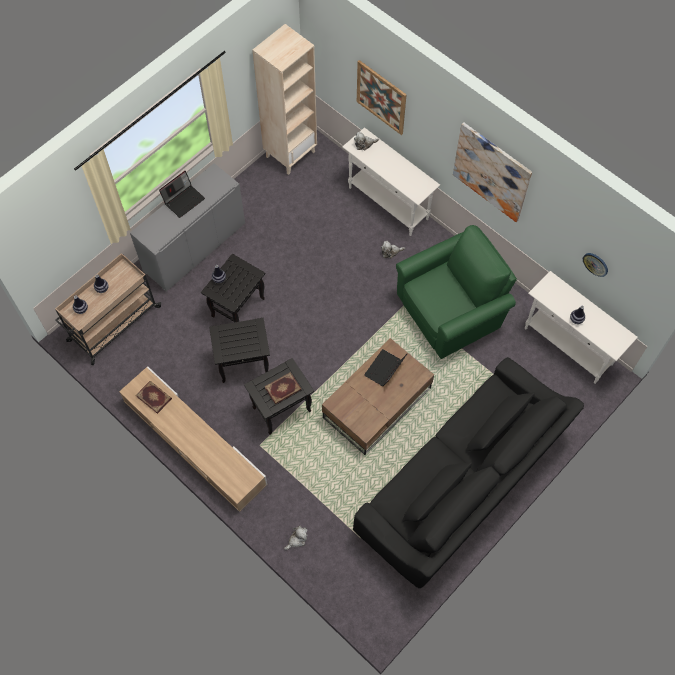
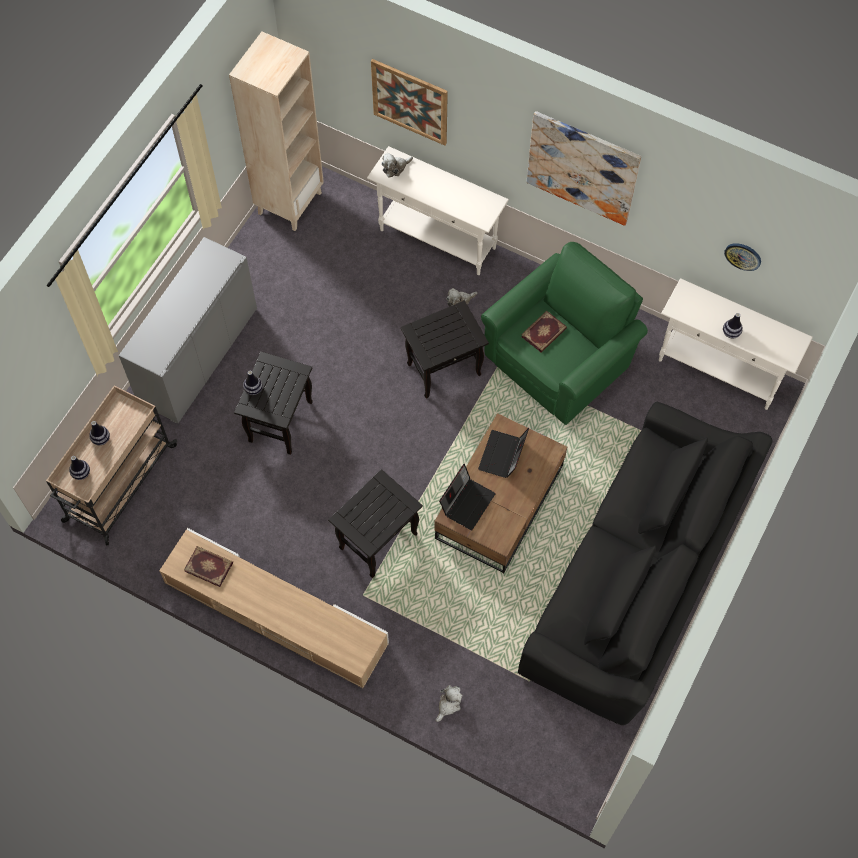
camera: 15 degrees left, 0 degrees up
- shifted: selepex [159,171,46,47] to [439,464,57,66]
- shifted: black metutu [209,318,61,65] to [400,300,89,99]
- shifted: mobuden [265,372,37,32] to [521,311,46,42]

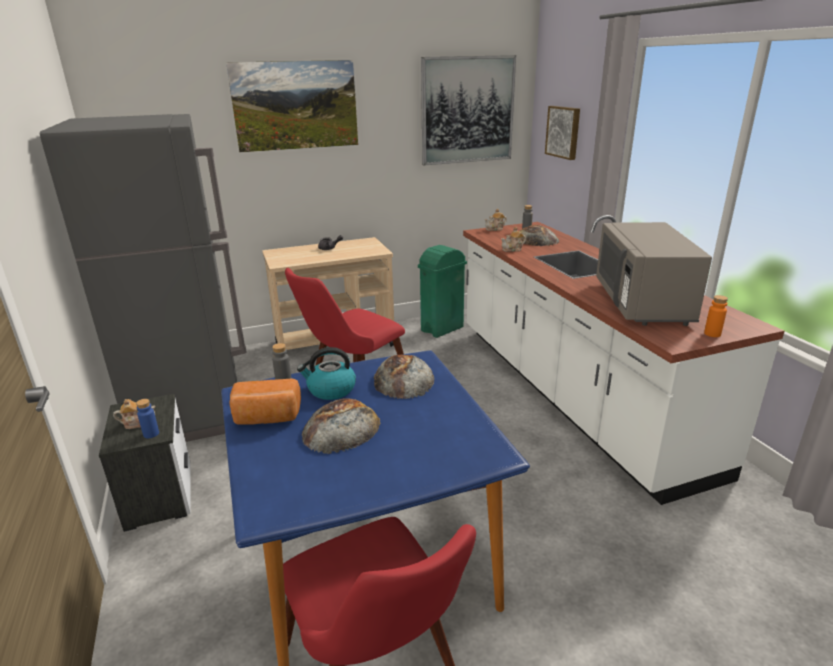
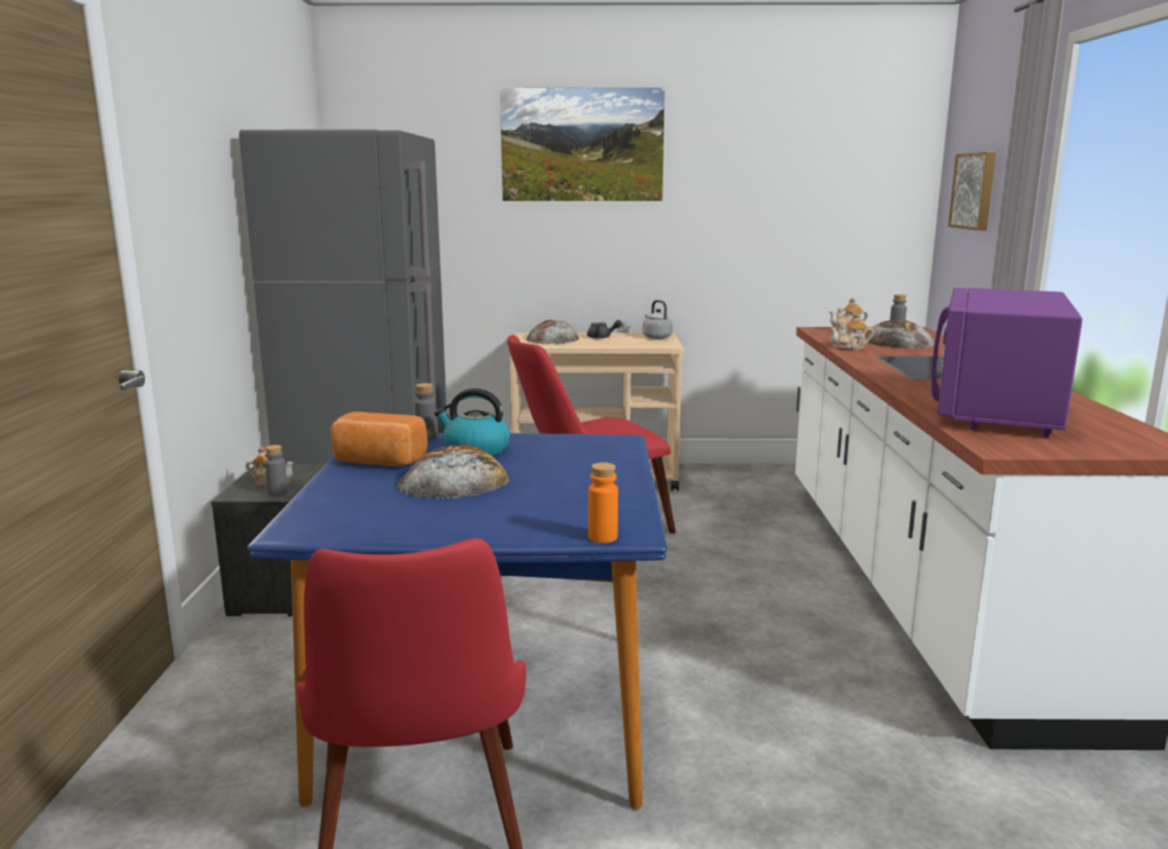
camera: 20 degrees right, 10 degrees down
- gone: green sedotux [418,245,49,93]
- gone: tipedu [421,55,95,110]
- new: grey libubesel [643,300,30,39]
- shifted: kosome [374,355,60,44] to [526,320,53,25]
- shifted: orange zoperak [704,295,24,42] to [588,462,30,81]
- repainted: blue zoperak [136,399,23,39] to grey zoperak [265,445,23,51]
- repainted: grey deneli [596,222,116,104] to purple deneli [931,288,151,149]

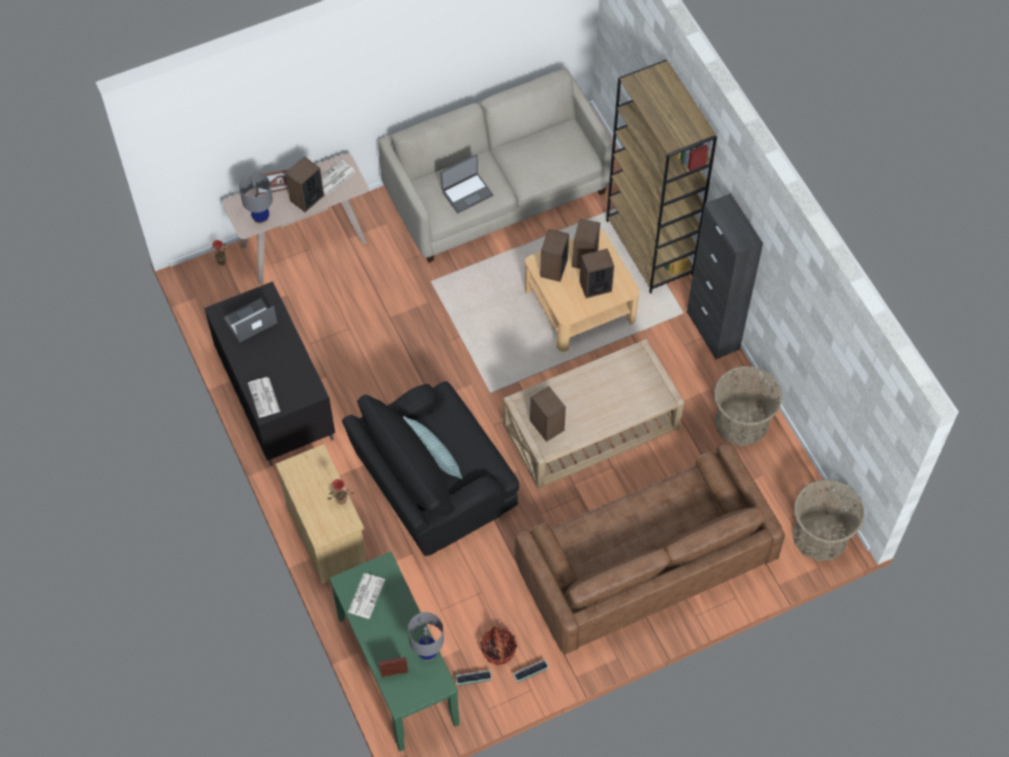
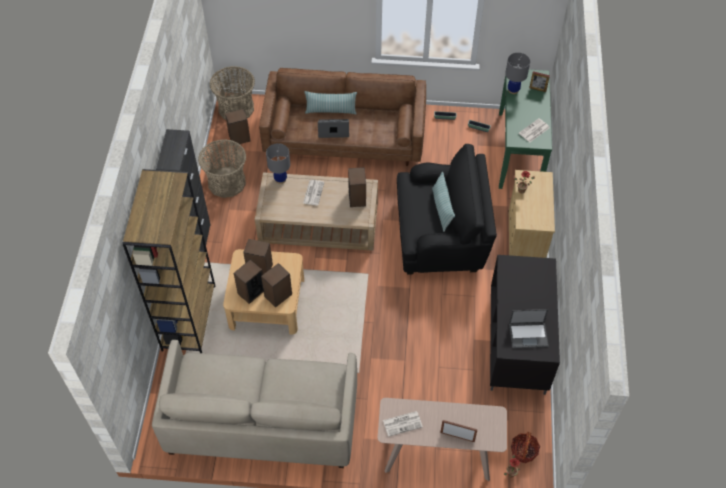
camera: 150 degrees left, 5 degrees down
- new: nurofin [304,91,53,23]
- shifted: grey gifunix [239,172,34,52] to [266,143,24,41]
- shifted: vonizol [248,377,32,41] to [303,180,21,26]
- shifted: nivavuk [285,157,39,55] to [225,109,26,37]
- shifted: selepex [441,154,52,59] to [318,119,31,19]
- shifted: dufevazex [480,626,37,39] to [511,432,29,31]

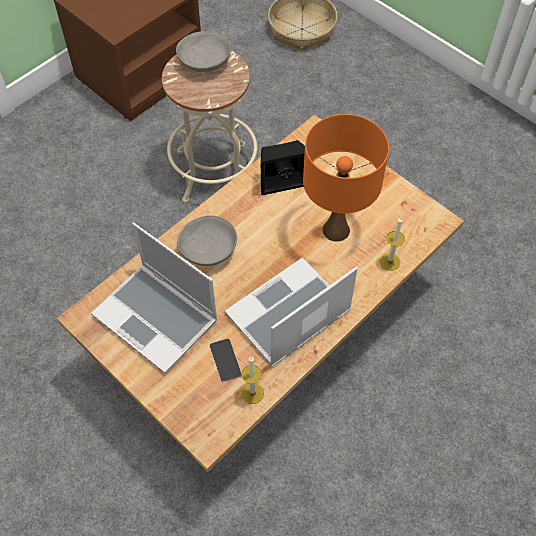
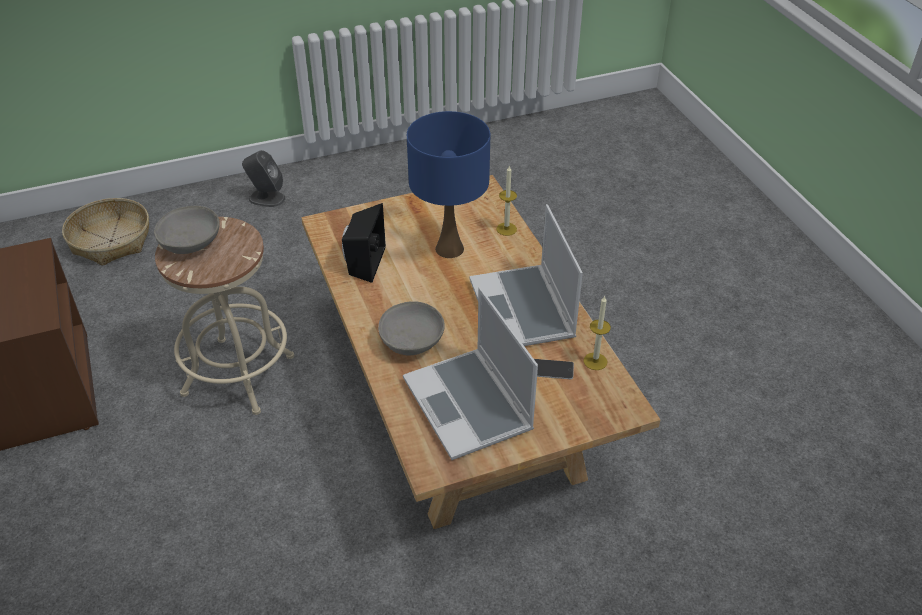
camera: 65 degrees left, 15 degrees down
- new: grey nivavuk [242,150,43,57]
- repainted: orange gifunix [303,114,86,128] to blue gifunix [407,111,83,147]
- rotated: selepex [91,223,127,151] = [403,287,135,173] 90 degrees clockwise

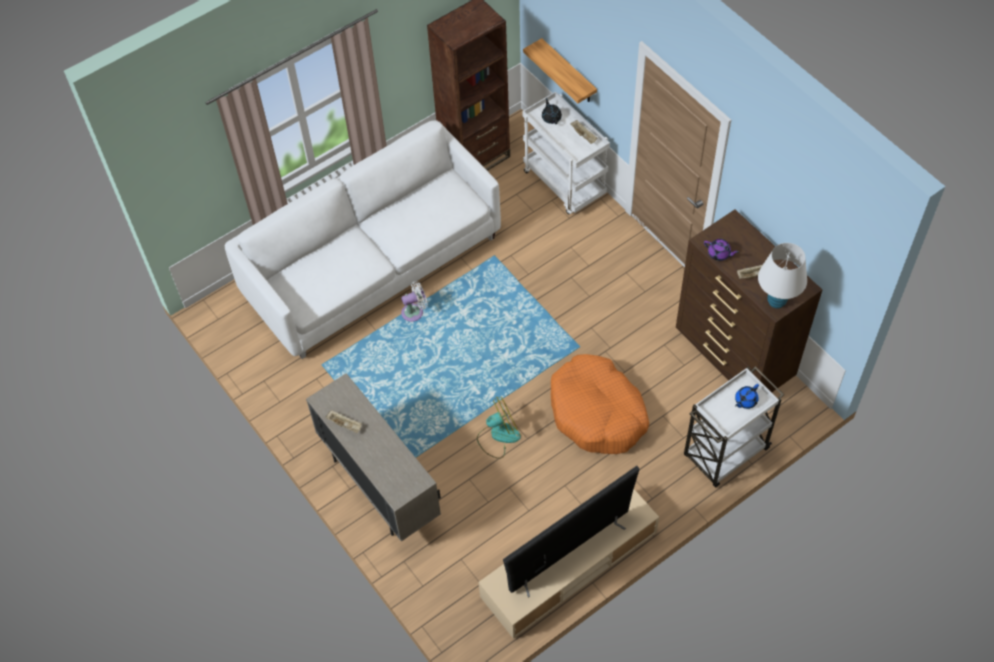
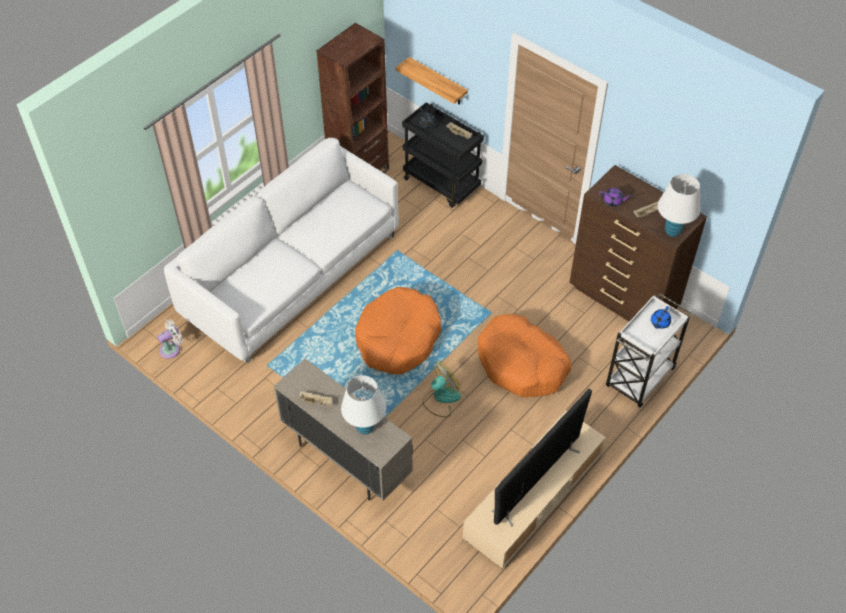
camera: 15 degrees left, 5 degrees down
- new: white gifunix [341,375,45,60]
- new: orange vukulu [355,287,87,88]
- shifted: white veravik [401,281,27,41] to [157,320,26,39]
- repainted: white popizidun [522,91,88,124] to black popizidun [402,103,82,105]

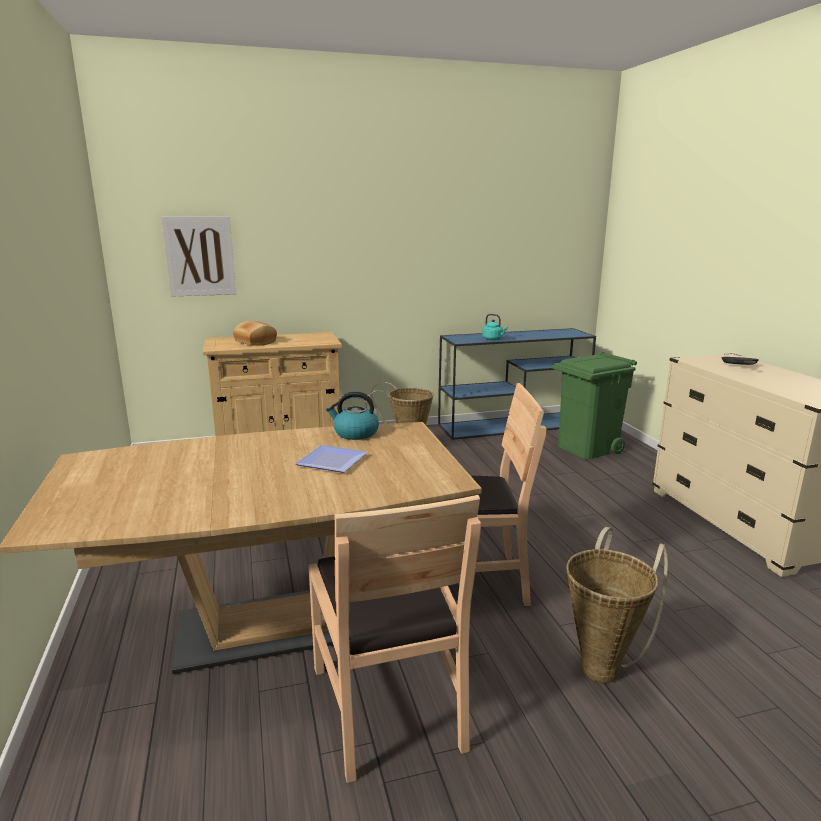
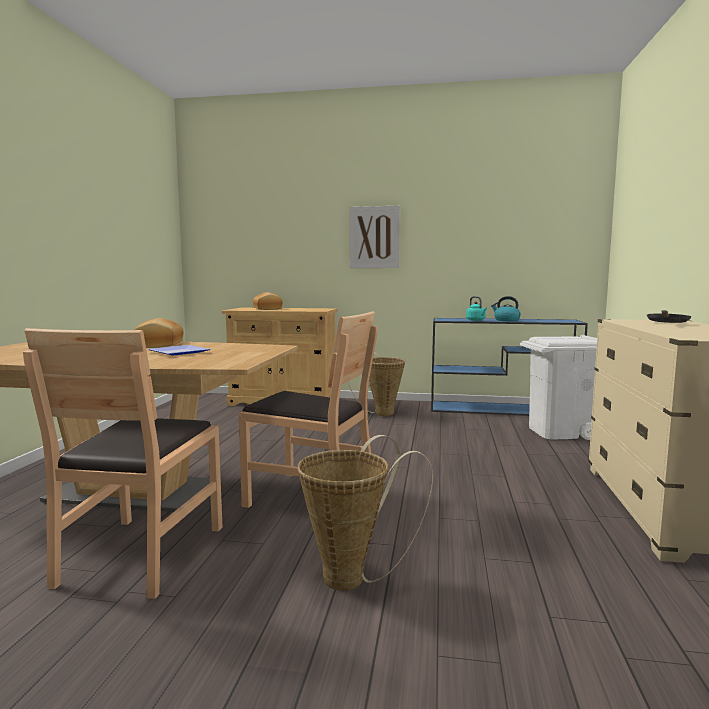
camera: 25 degrees right, 10 degrees down
- new: kosome [134,318,49,30]
- shifted: tipedu [161,216,75,81] to [350,206,50,62]
- shifted: libubesel [326,392,53,48] to [491,296,30,25]
- repainted: green sedotux [552,352,85,107] to white sedotux [520,335,77,105]

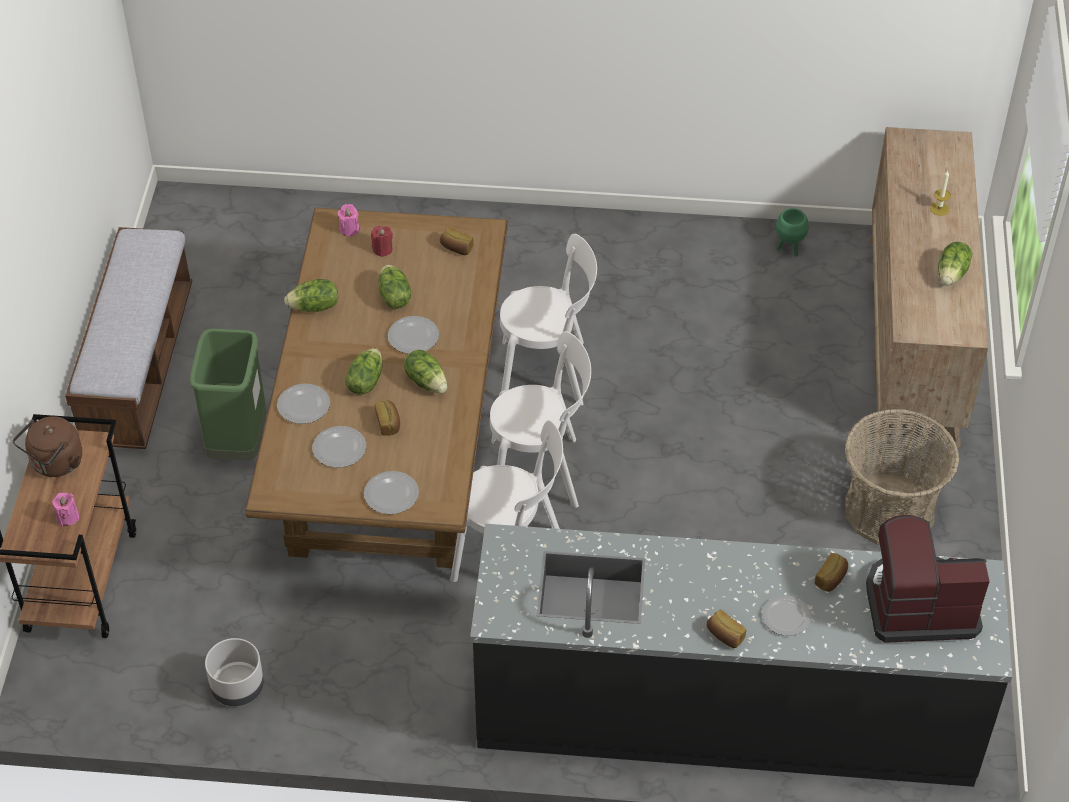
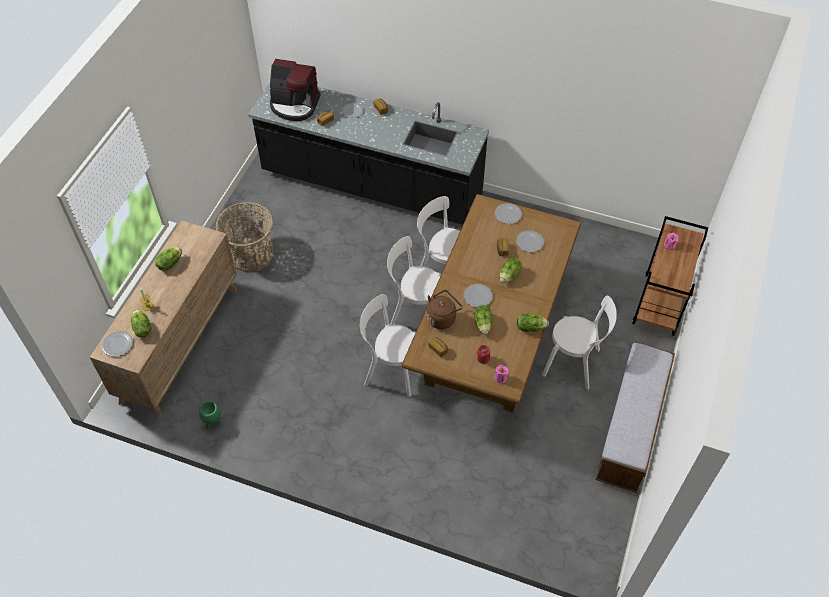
camera: 165 degrees left, 5 degrees up
- gone: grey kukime [205,638,59,68]
- shifted: brown libubesel [13,416,69,61] to [427,290,35,39]
- shifted: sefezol [277,384,53,40] to [102,331,31,25]
- shifted: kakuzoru [404,350,43,43] to [131,310,20,28]
- swapped: green sedotux [190,328,76,133] to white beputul [542,296,75,94]

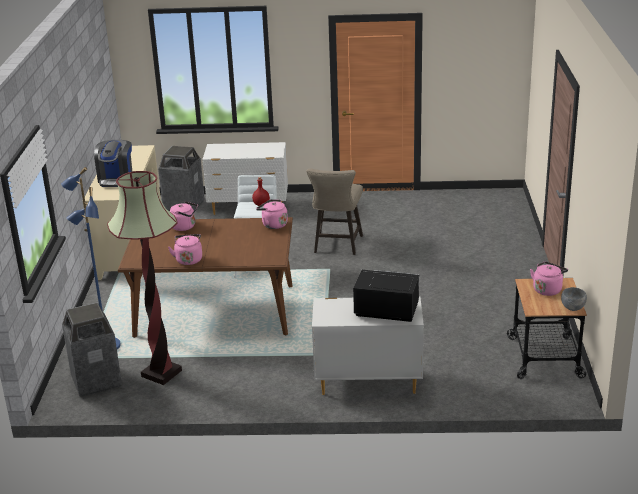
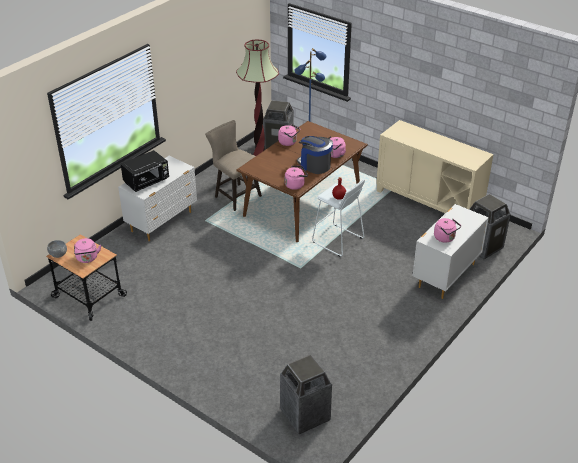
camera: 125 degrees right, 10 degrees up
- new: sedotux [280,355,52,79]
- new: pink libubesel [434,218,27,25]
- shifted: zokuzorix [94,140,39,47] to [297,136,36,38]
- shifted: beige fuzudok [306,168,57,87] to [205,120,57,91]

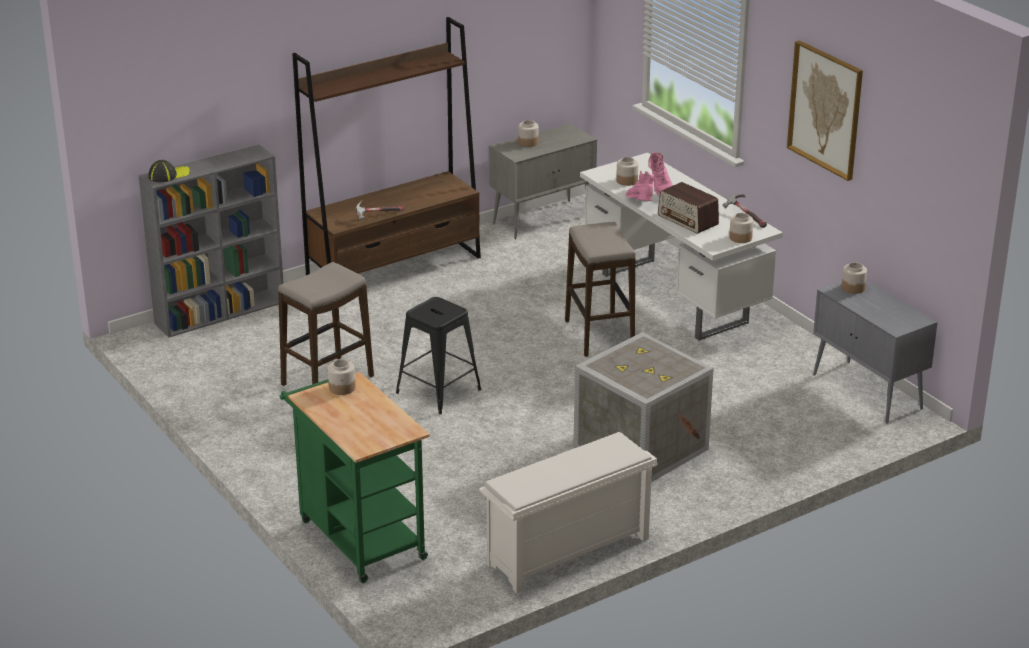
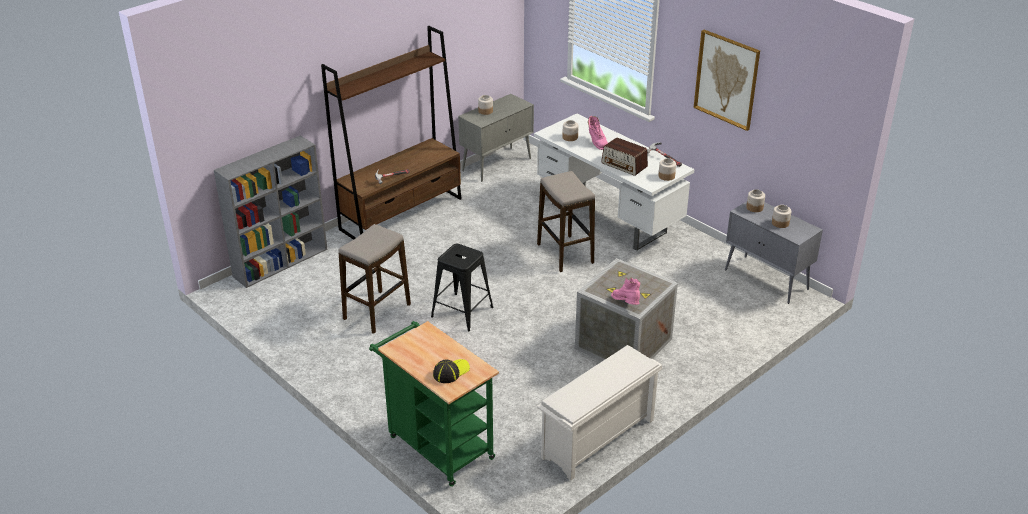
camera: 10 degrees left, 5 degrees up
- shifted: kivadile [149,160,41,22] to [433,359,37,24]
- shifted: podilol [328,359,27,36] to [772,205,19,23]
- shifted: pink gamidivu [625,171,31,30] to [611,278,29,27]

